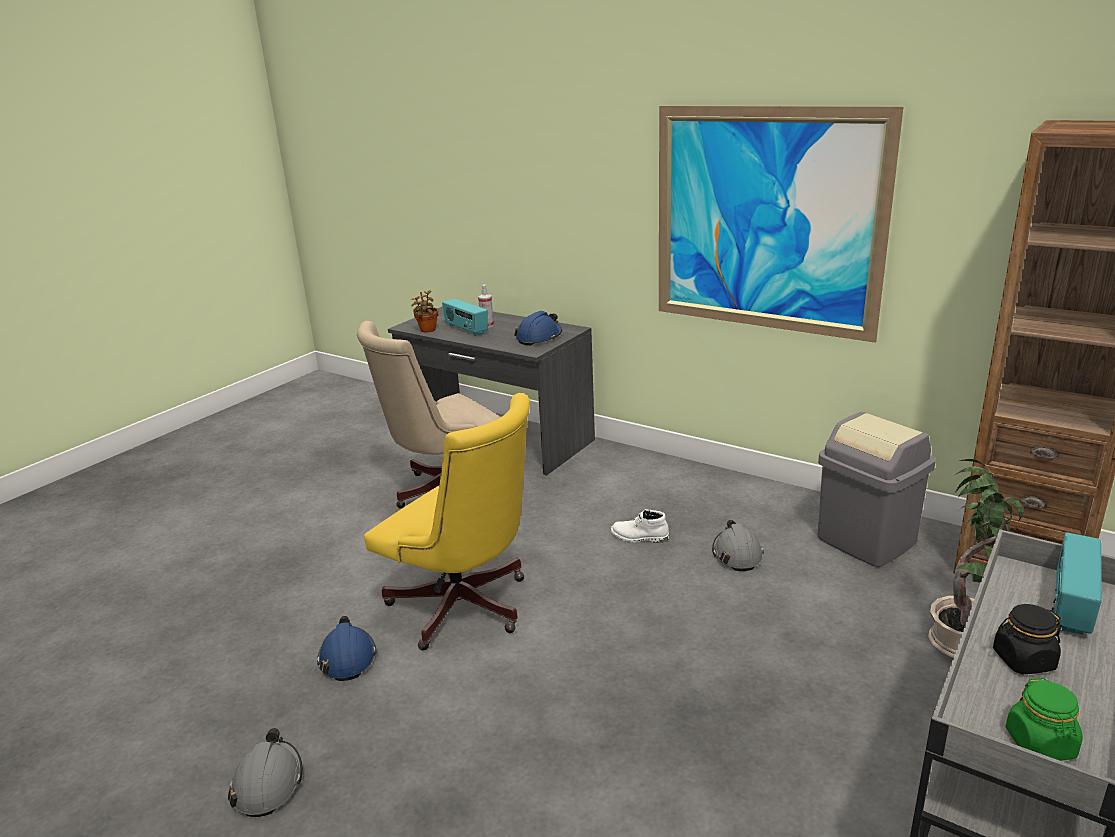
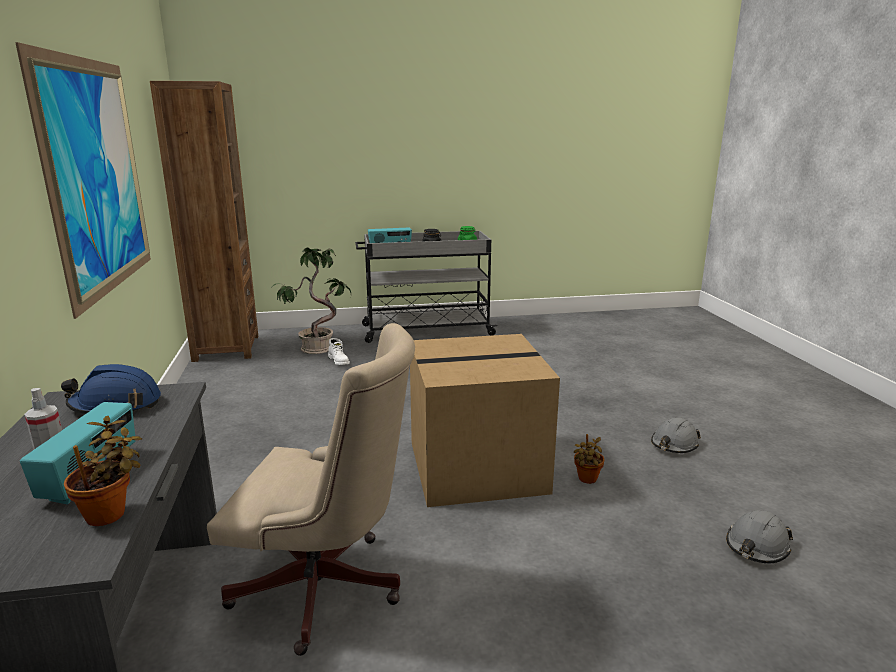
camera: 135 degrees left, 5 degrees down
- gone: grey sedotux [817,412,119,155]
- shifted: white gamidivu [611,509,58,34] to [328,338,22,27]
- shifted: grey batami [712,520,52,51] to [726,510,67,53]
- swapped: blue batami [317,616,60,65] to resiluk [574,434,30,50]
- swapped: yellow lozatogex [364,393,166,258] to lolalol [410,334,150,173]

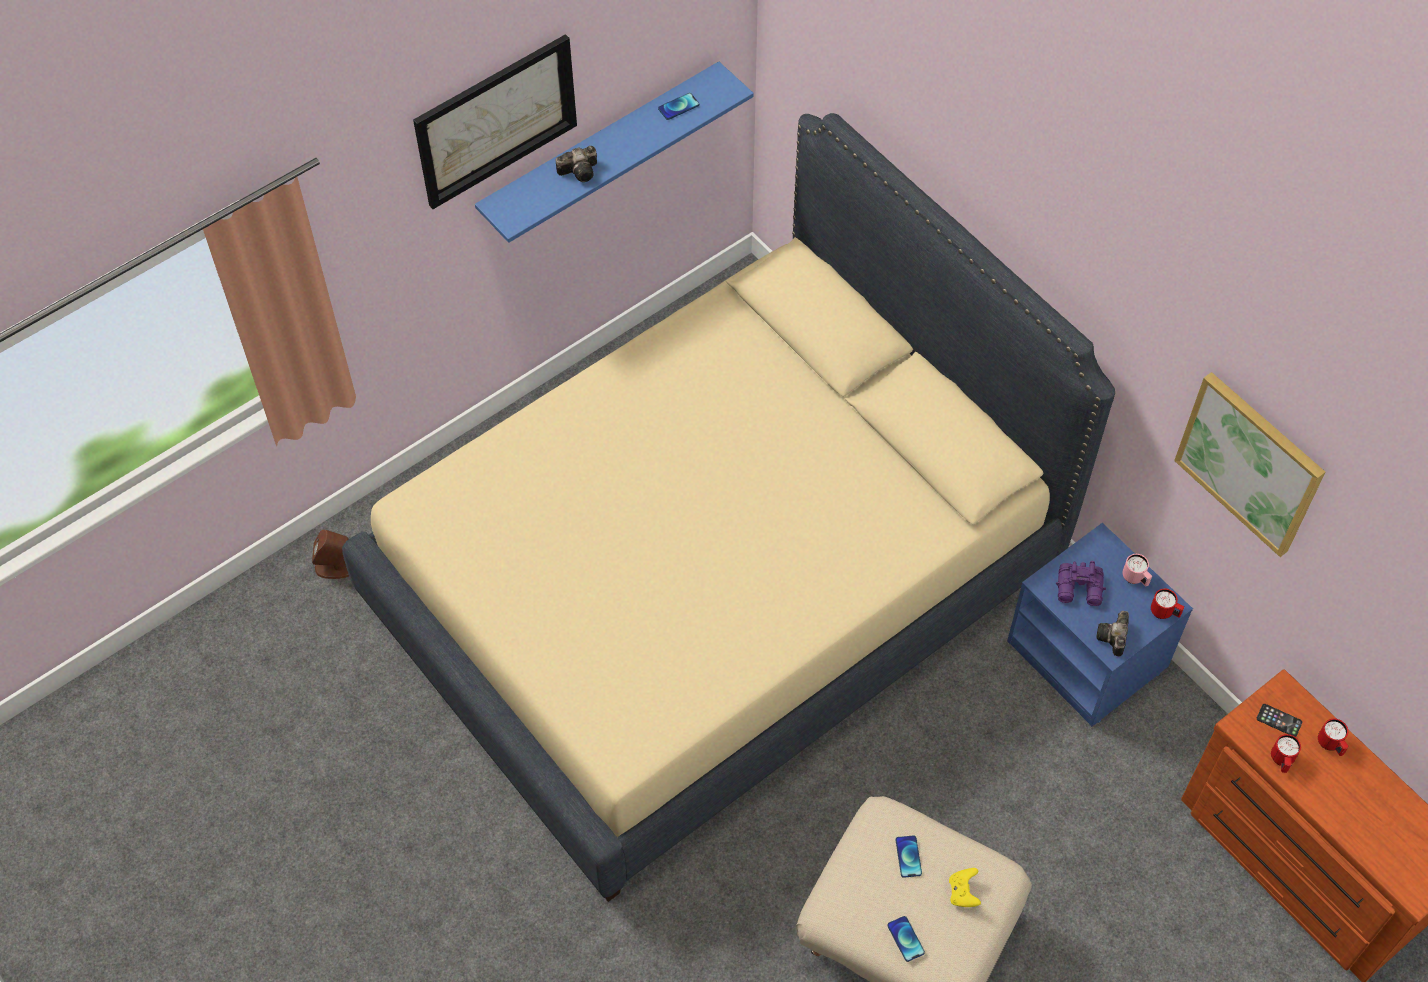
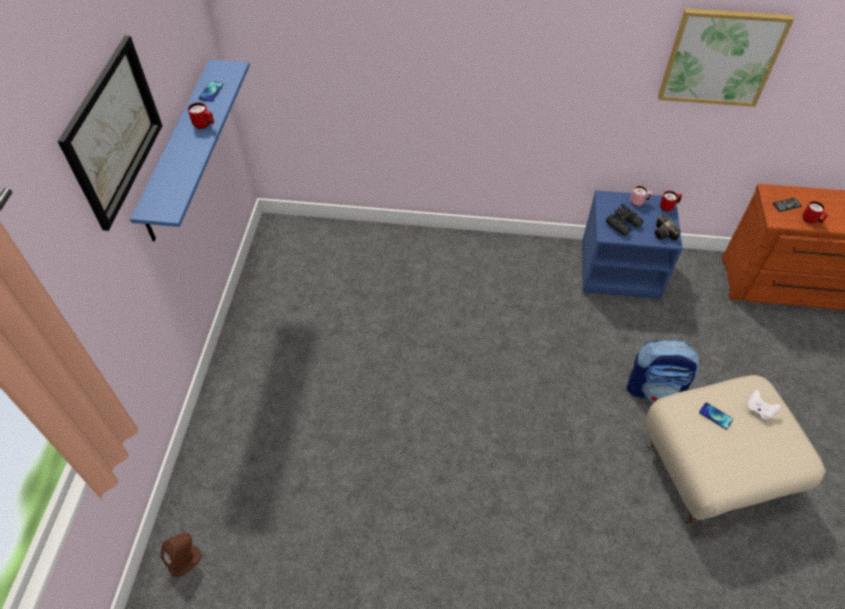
camera: 45 degrees left, 5 degrees down
- gone: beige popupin [342,113,773,789]
- gone: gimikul [556,146,41,36]
- gone: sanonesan [887,916,38,46]
- new: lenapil [627,340,74,63]
- shifted: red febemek [1318,719,31,37] to [188,102,26,27]
- repainted: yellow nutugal [949,868,32,39] to white nutugal [747,390,34,30]
- repainted: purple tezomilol [1056,561,50,45] to black tezomilol [606,204,37,32]

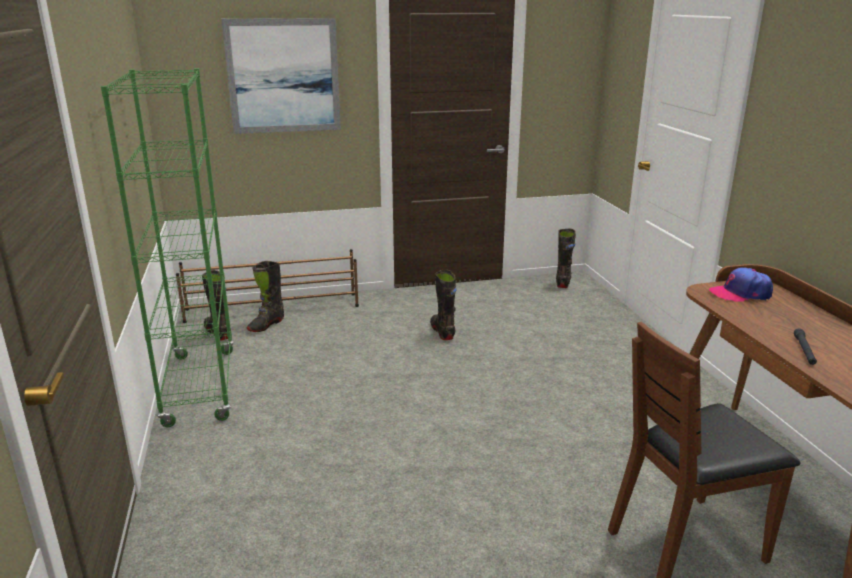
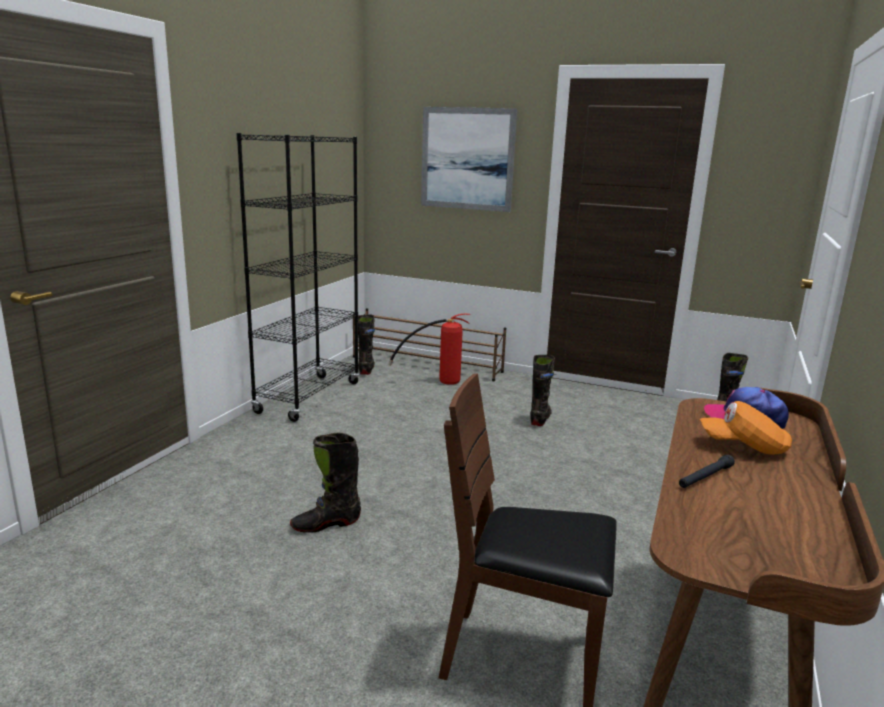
camera: 35 degrees right, 5 degrees down
- new: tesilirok [388,314,83,71]
- new: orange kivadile [700,401,92,54]
- shifted: black gamidivu [247,261,37,71] to [290,433,71,100]
- repainted: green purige [101,68,133,359] to black purige [236,133,124,289]

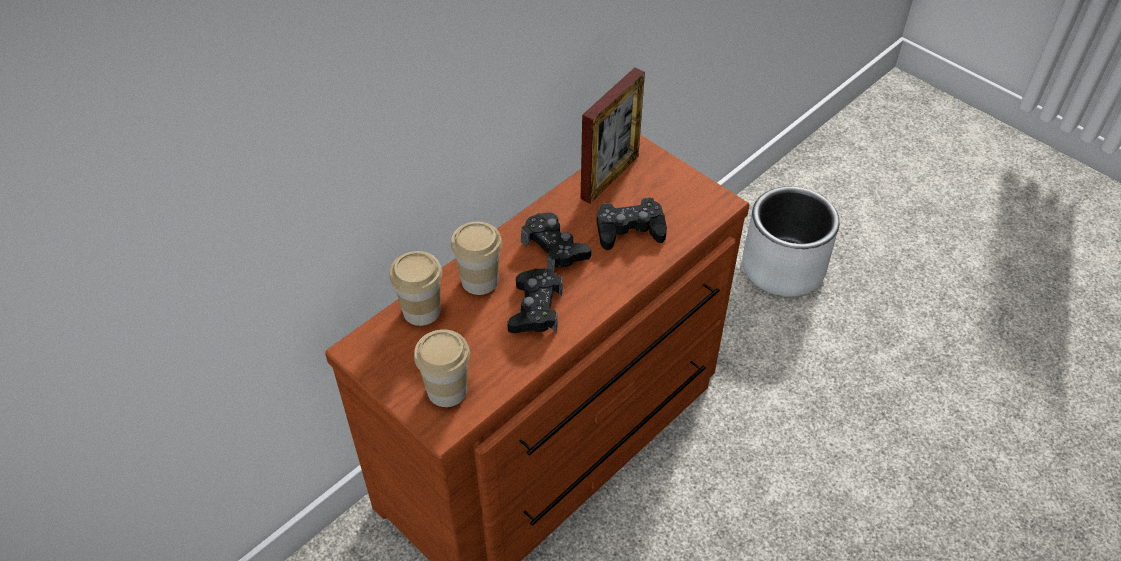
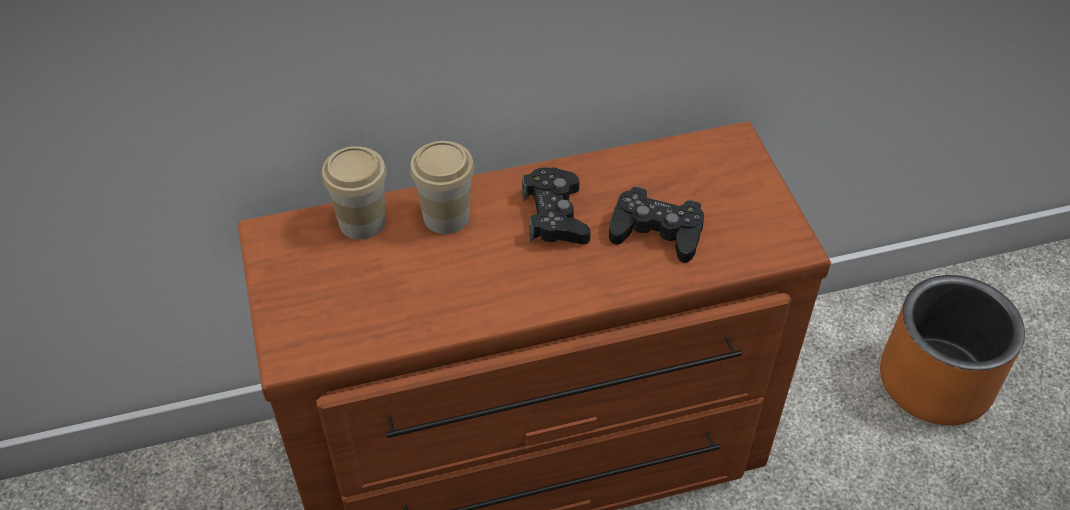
camera: 30 degrees right, 0 degrees up
- gone: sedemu [414,329,56,78]
- gone: black nutugal [507,268,56,65]
- gone: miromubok [581,67,64,137]
- repainted: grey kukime [742,186,98,110] to orange kukime [880,275,145,150]

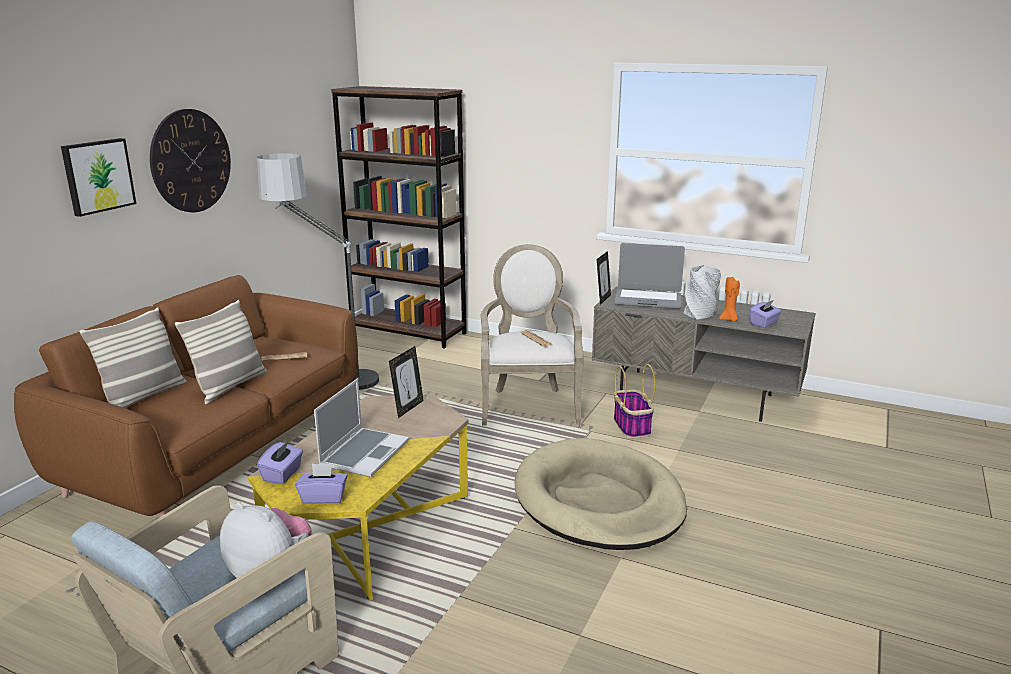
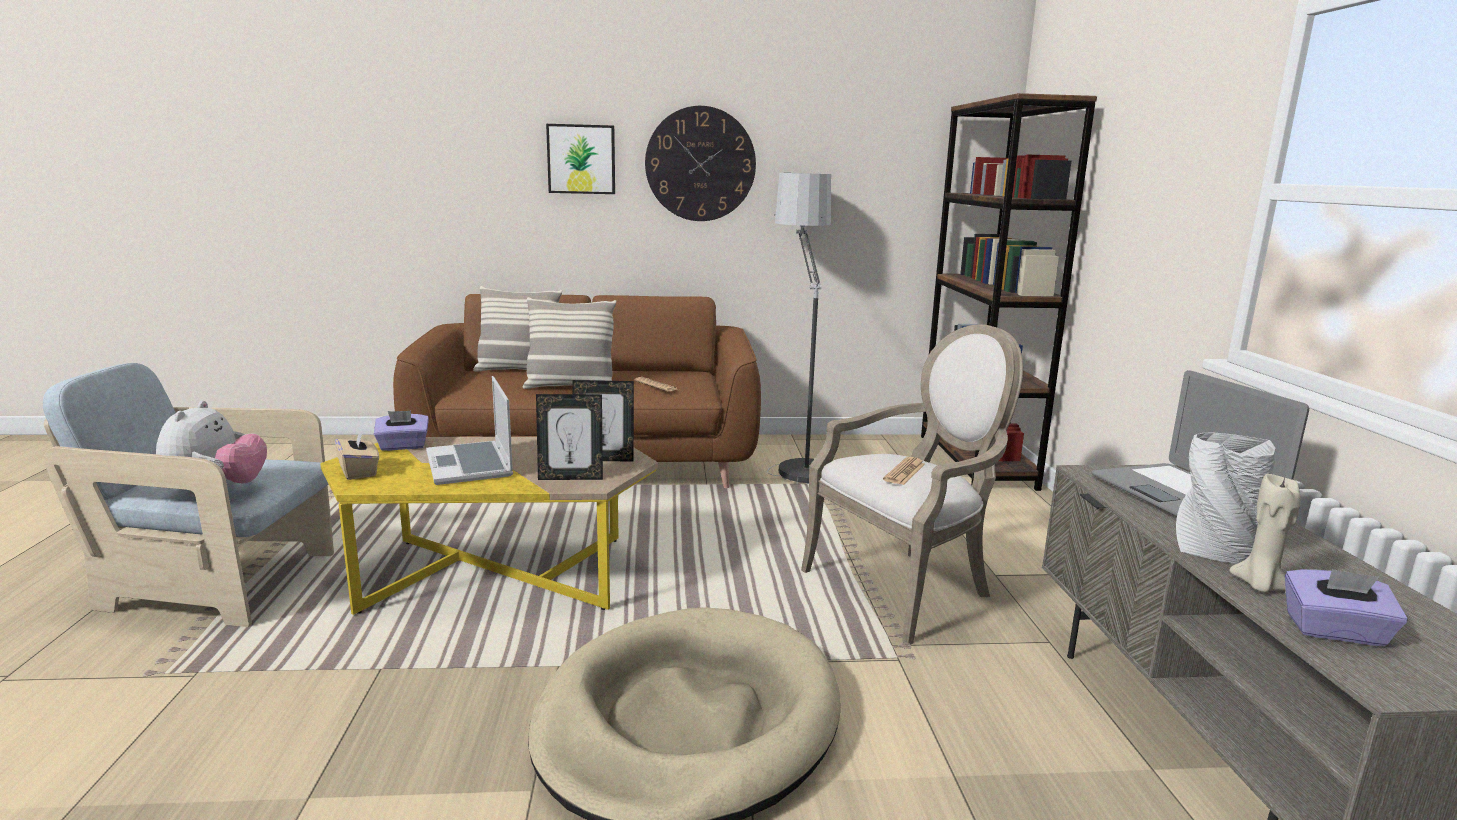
camera: 60 degrees right, 5 degrees down
- gone: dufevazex [614,364,41,74]
- shifted: miromubok [597,251,14,54] to [536,394,67,86]
- repainted: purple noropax [295,464,53,40] to beige noropax [335,430,44,50]
- repainted: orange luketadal [719,277,21,44] to beige luketadal [1229,474,72,118]
- rotated: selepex [314,378,95,99] = [426,376,87,109] 75 degrees clockwise

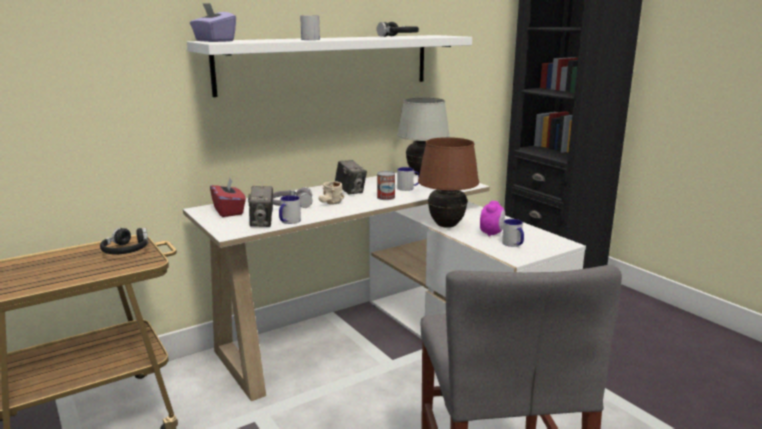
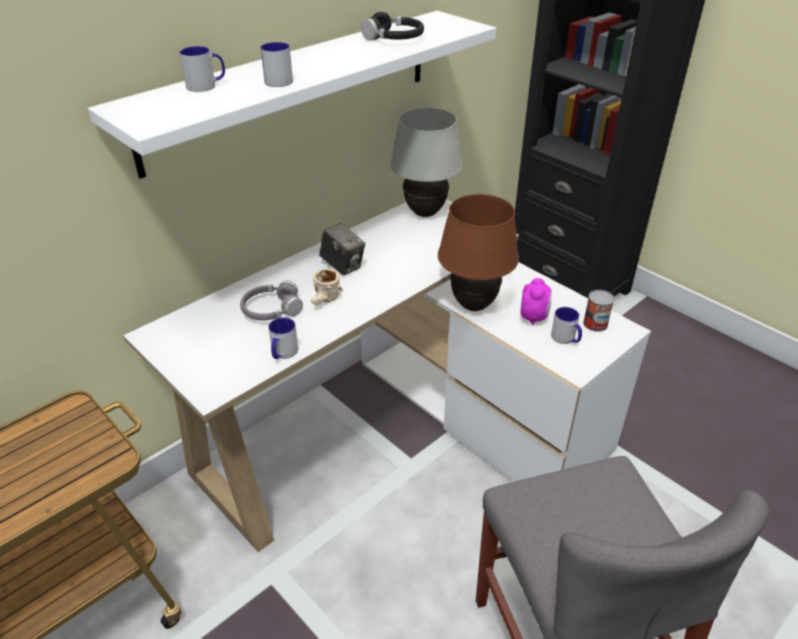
camera: 10 degrees left, 20 degrees up
- gone: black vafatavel [100,228,48,26]
- gone: purple noropax [190,3,46,39]
- gone: red noropax [210,177,36,40]
- gone: gimikul [248,186,25,41]
- shifted: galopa [377,171,18,29] to [583,290,31,42]
- shifted: febemek [397,167,22,24] to [179,46,46,46]

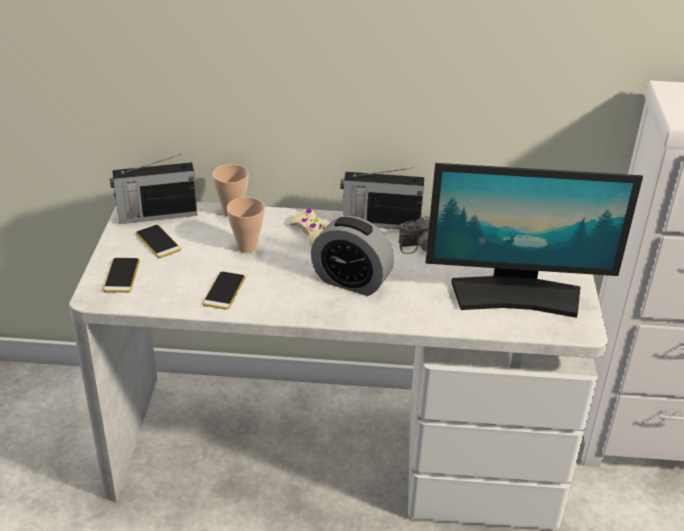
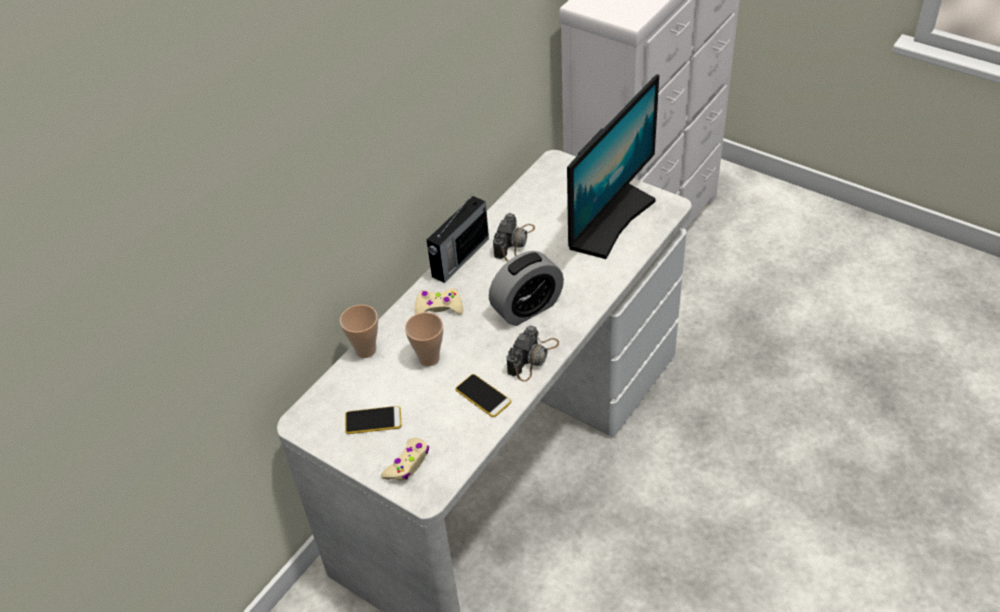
camera: 55 degrees left, 10 degrees up
- gone: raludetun [110,154,87,70]
- new: gimikul [507,325,52,57]
- swapped: sanonesan [103,258,37,35] to beige nutugal [381,438,48,43]

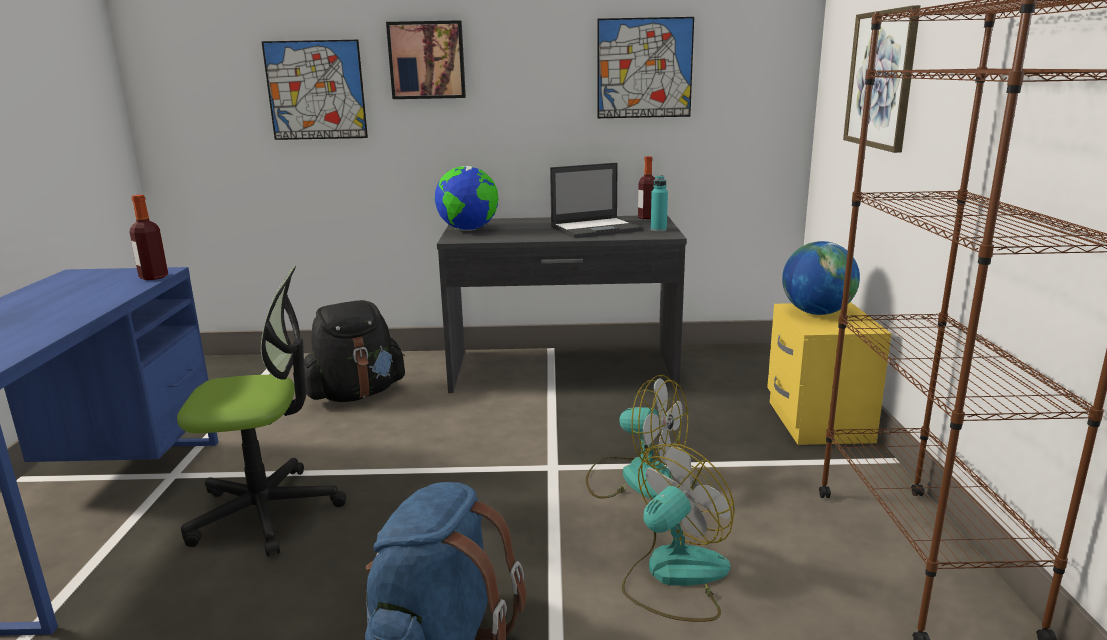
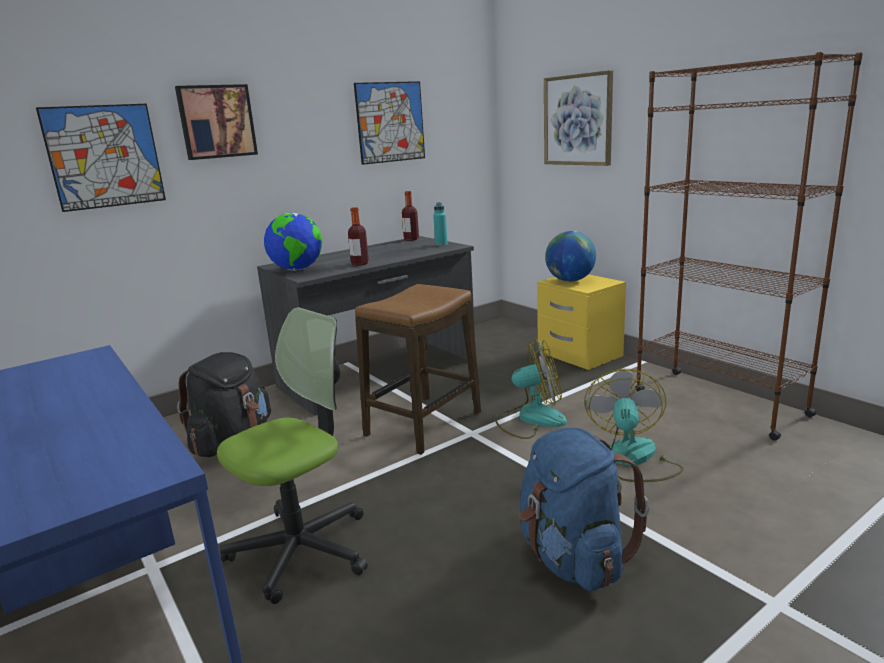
camera: 35 degrees left, 0 degrees up
- gone: selepex [550,163,93,75]
- new: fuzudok [355,284,126,171]
- shifted: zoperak [130,195,38,85] to [348,207,21,59]

